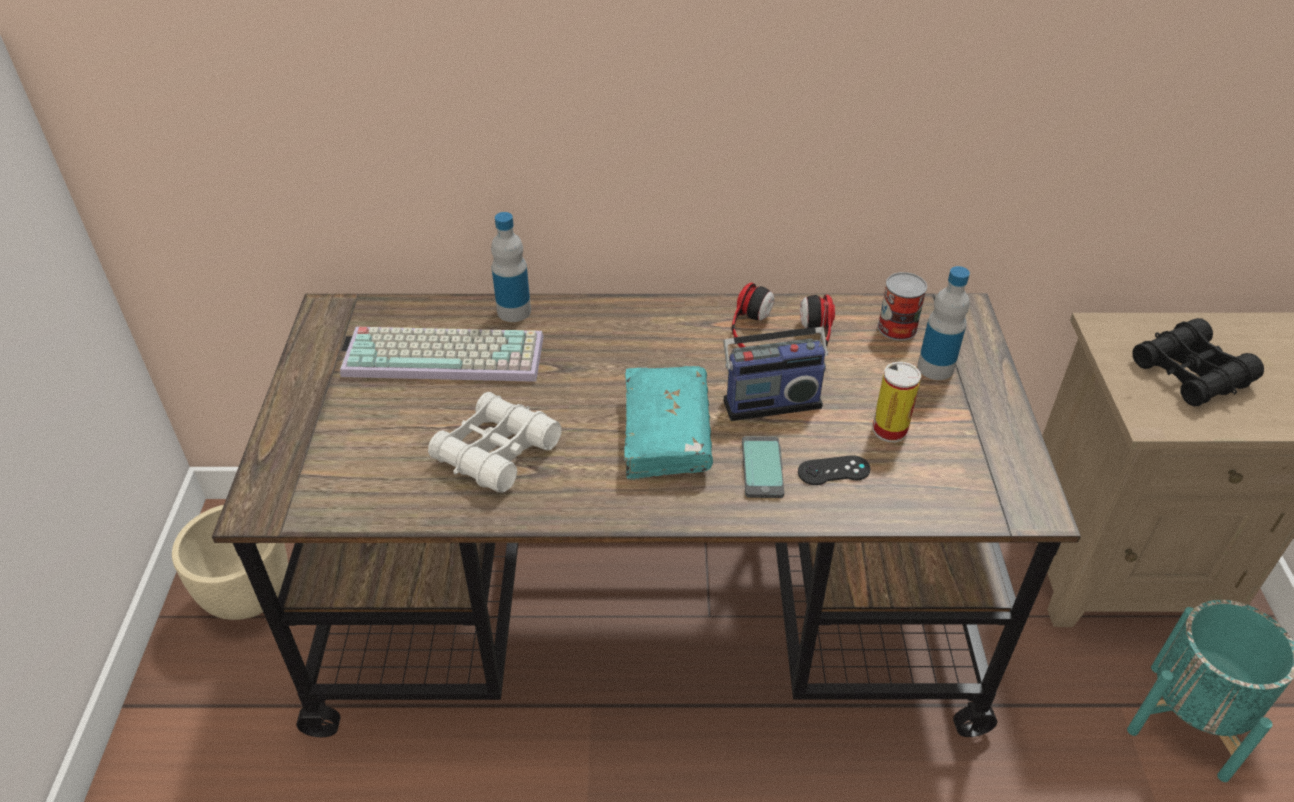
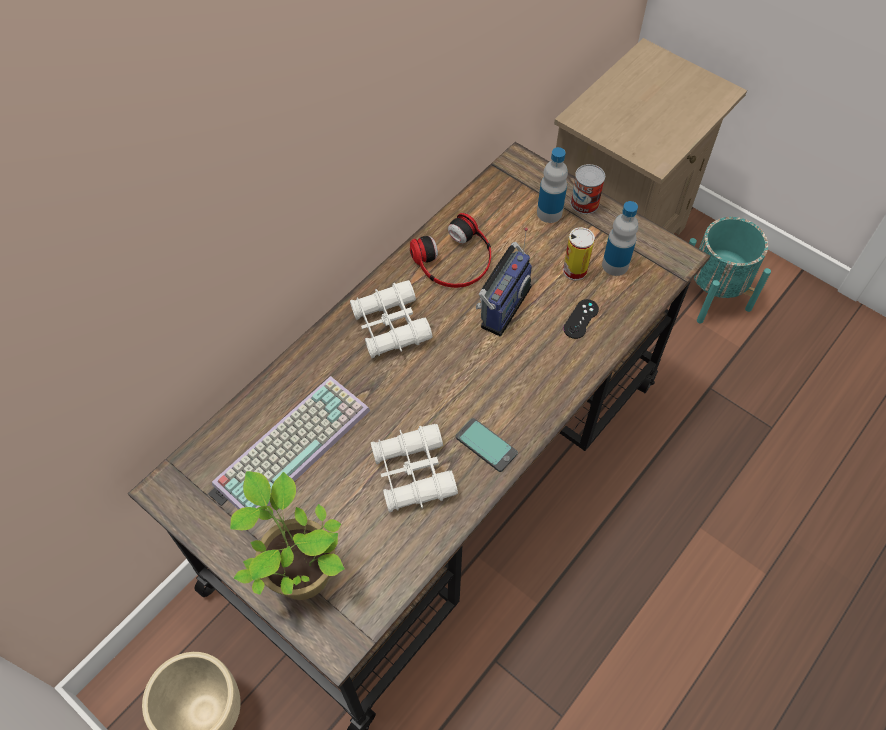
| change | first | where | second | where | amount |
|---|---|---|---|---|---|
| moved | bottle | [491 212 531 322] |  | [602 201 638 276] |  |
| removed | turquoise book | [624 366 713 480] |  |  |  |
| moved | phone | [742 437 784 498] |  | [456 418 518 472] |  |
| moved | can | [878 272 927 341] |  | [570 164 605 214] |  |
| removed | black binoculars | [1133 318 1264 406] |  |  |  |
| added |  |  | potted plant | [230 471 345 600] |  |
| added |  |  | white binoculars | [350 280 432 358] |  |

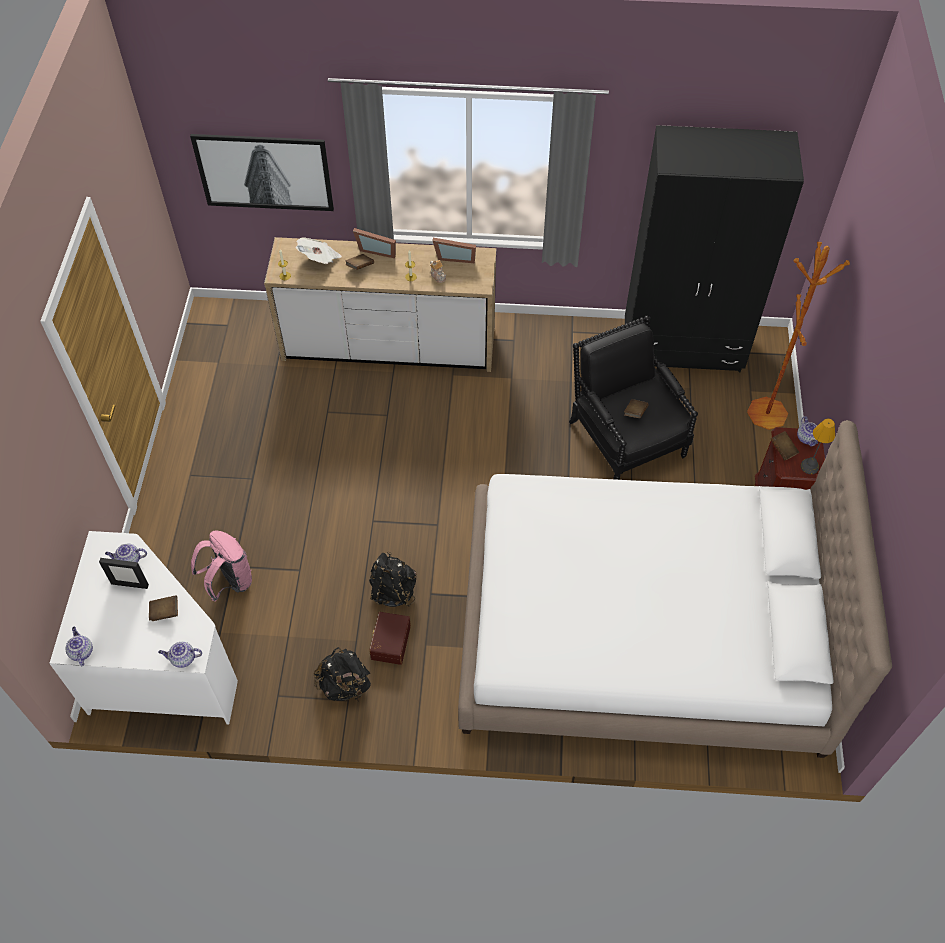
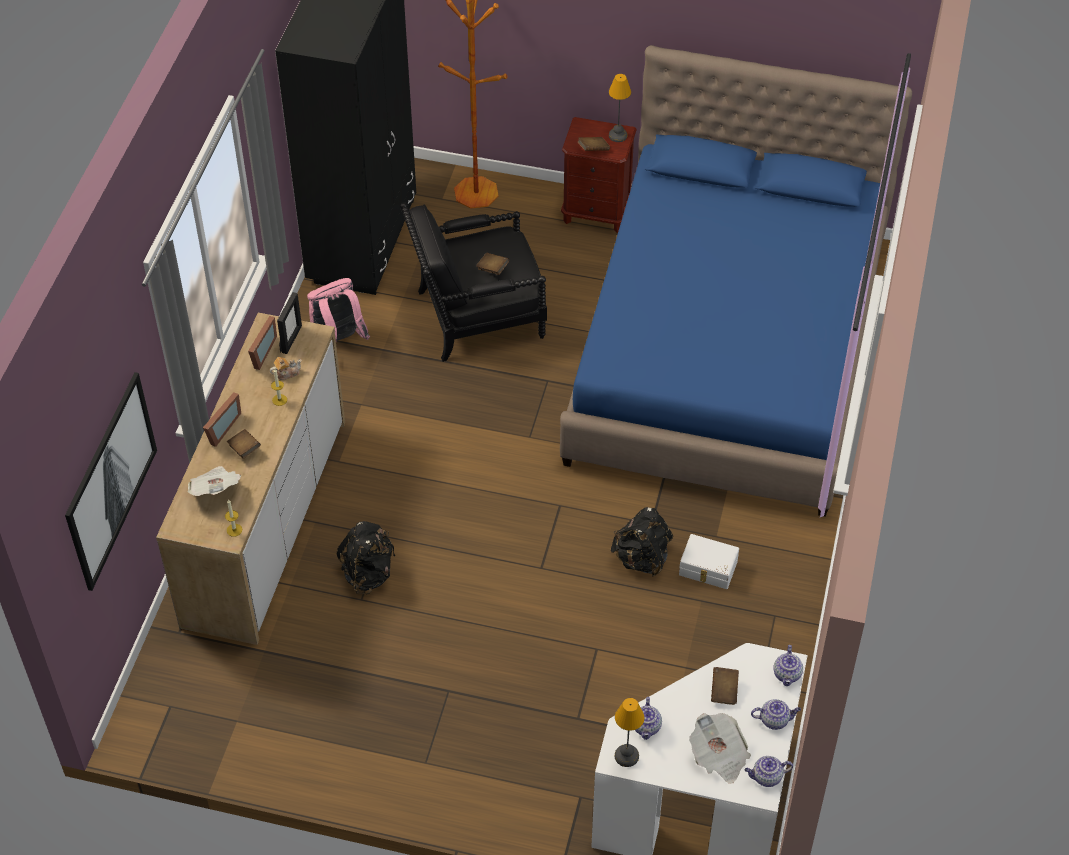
| change | first | where | second | where | amount |
|---|---|---|---|---|---|
| moved | picture frame | [99 558 149 589] |  | [277 292 302 354] |  |
| moved | pink backpack | [191 530 252 602] |  | [307 278 370 342] |  |
| moved | black backpack | [313 647 371 701] |  | [336 521 395 594] |  |
| recoloured | brown storage box | [369 612 411 665] | white storage box | [679 534 739 589] |  |
| recoloured | white bed | [458 420 892 758] | blue bed | [560 45 912 517] |  |
| moved | teapot | [797 416 818 446] |  | [751 699 801 730] |  |
| added |  |  | table lamp | [615 698 645 767] |  |
| added |  |  | newspaper | [689 713 751 784] |  |

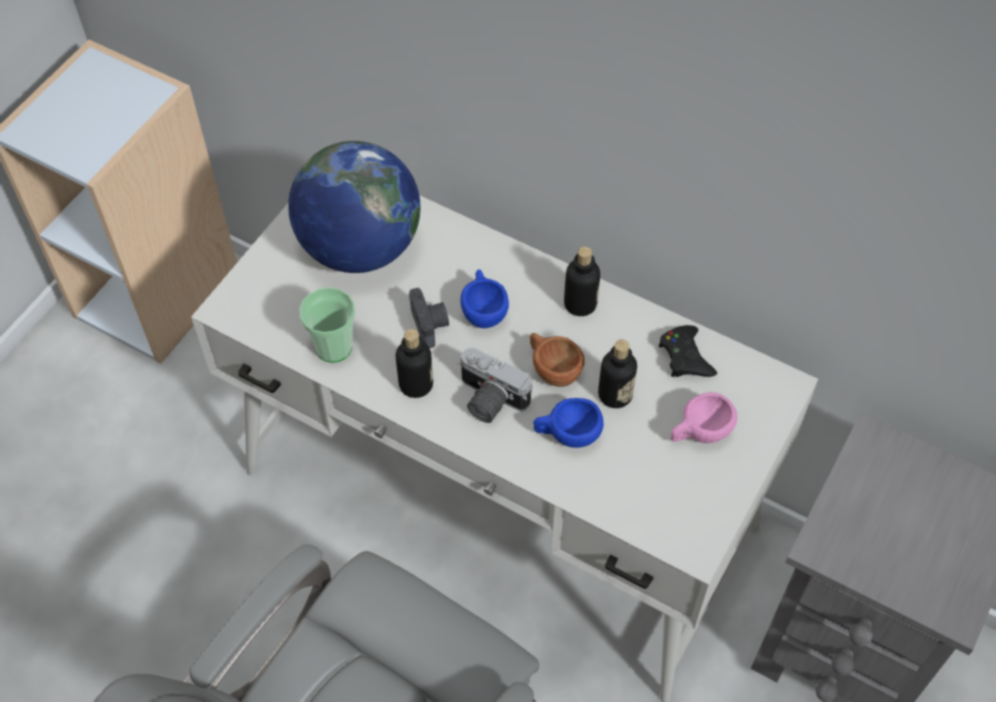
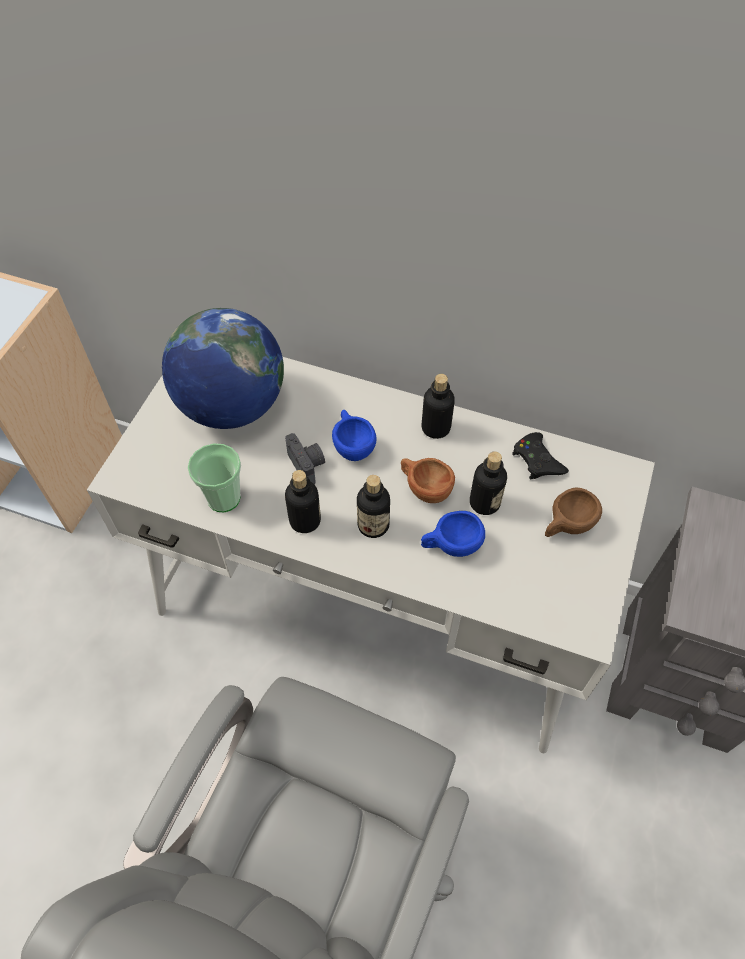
| change | first | where | second | where | amount |
|---|---|---|---|---|---|
| replaced | photo camera | [457 348 533 423] | bottle | [357 475 390 538] |  |
| recoloured | pink cup | [671 392 737 443] | brown cup | [545 488 602 537] |  |

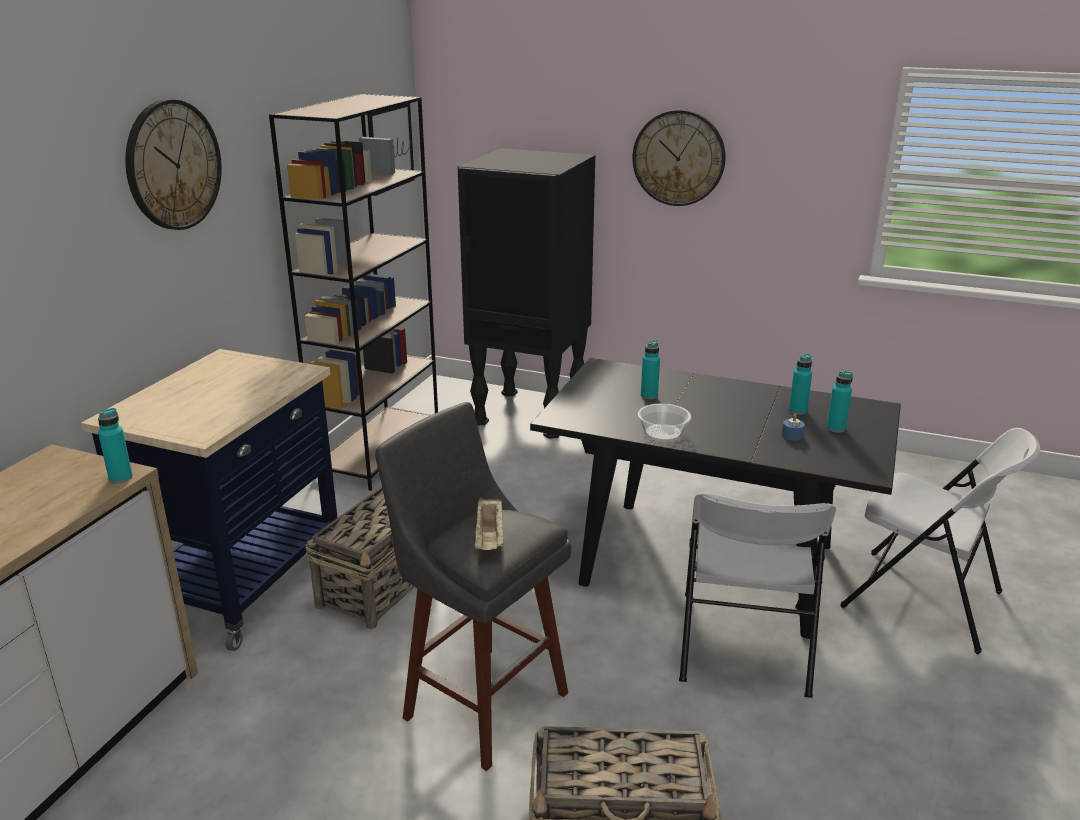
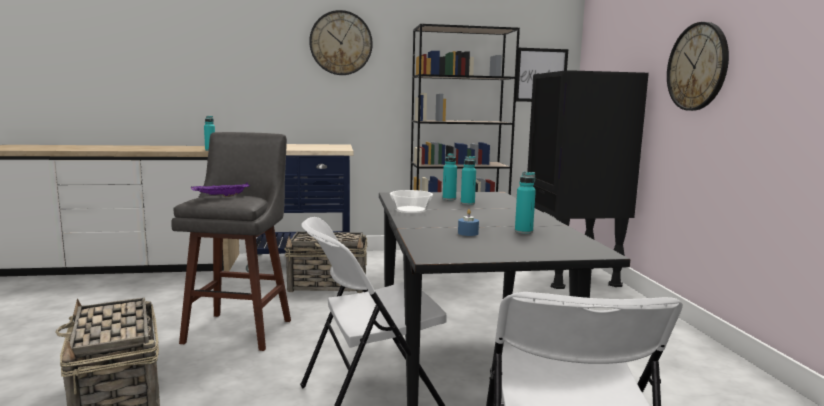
| change | first | where | second | where | amount |
|---|---|---|---|---|---|
| recoloured | beige tray | [475 498 504 550] | purple tray | [191 183 250 197] |  |
| moved | turquoise bottle | [827 371 853 433] |  | [443 153 457 200] |  |

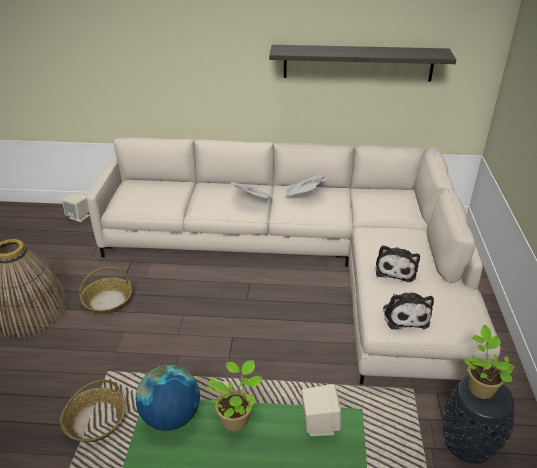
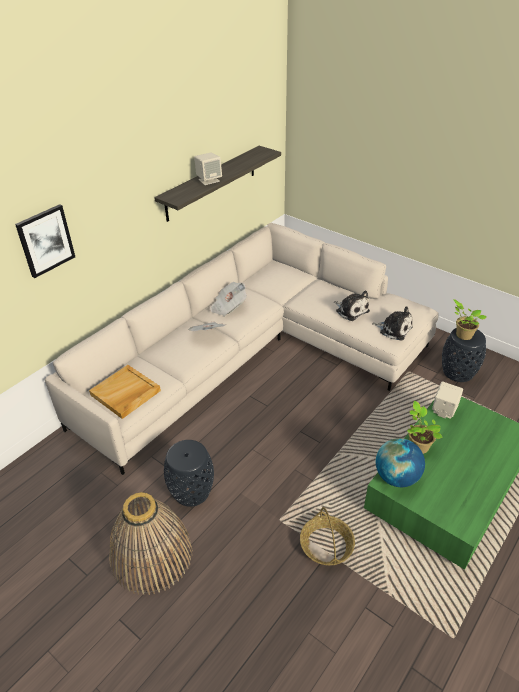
| change | first | where | second | where | amount |
|---|---|---|---|---|---|
| moved | beige speaker | [62 193 89 222] |  | [194 152 222 185] |  |
| replaced | basket | [79 267 132 314] | black stool | [164 440 214 507] |  |
| added |  |  | picture | [15 204 75 278] |  |
| added |  |  | beige tray | [89 365 161 419] |  |

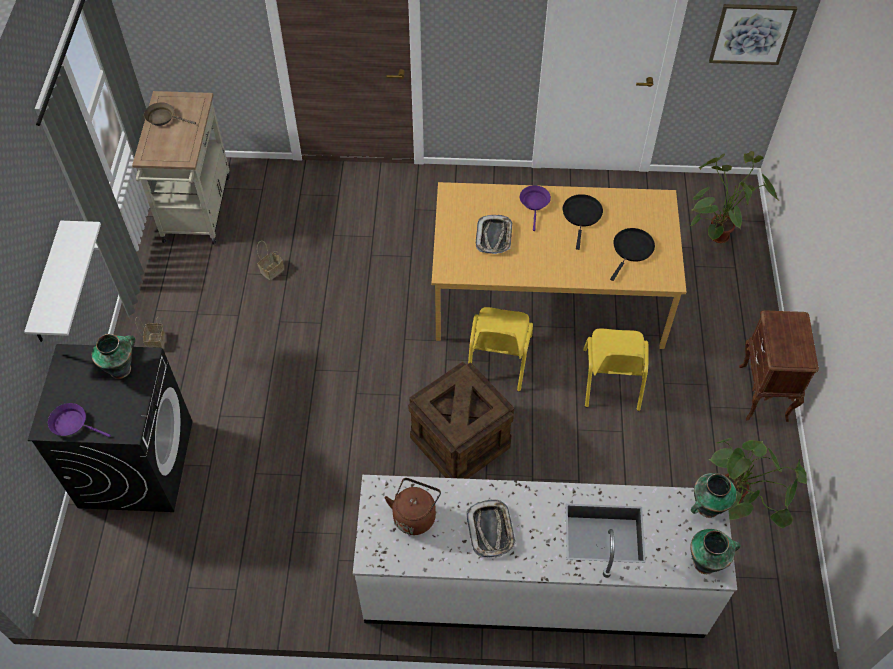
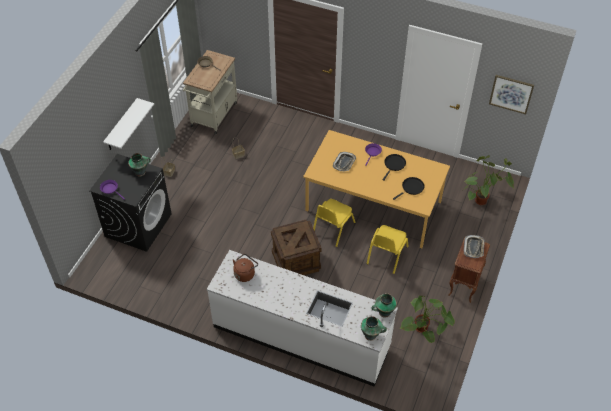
| change | first | where | second | where | amount |
|---|---|---|---|---|---|
| moved | tray | [467 499 516 557] |  | [464 235 485 258] |  |

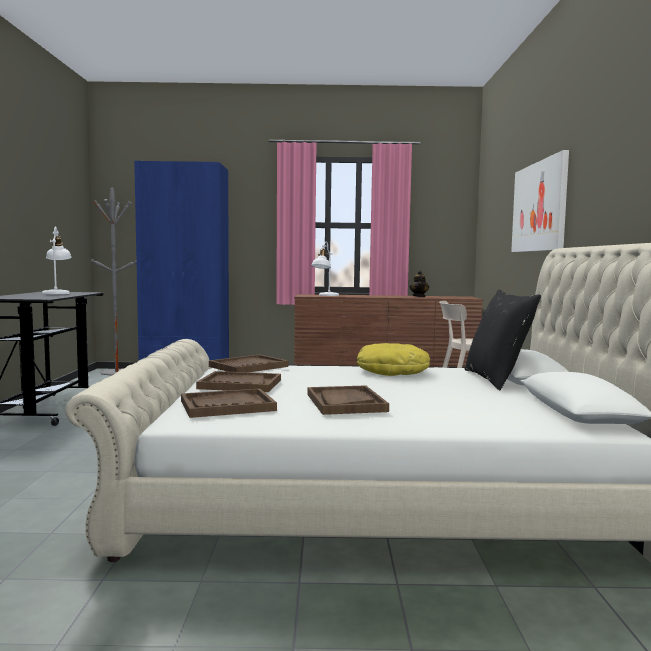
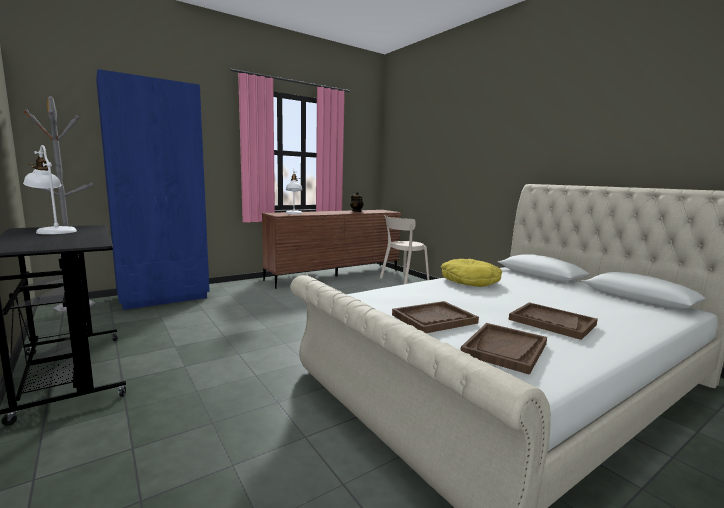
| change | first | where | second | where | amount |
|---|---|---|---|---|---|
| removed | brown tray | [209 354 288 372] |  |  |  |
| removed | black pillow | [465 290 541 390] |  |  |  |
| removed | picture | [511 150 569 252] |  |  |  |

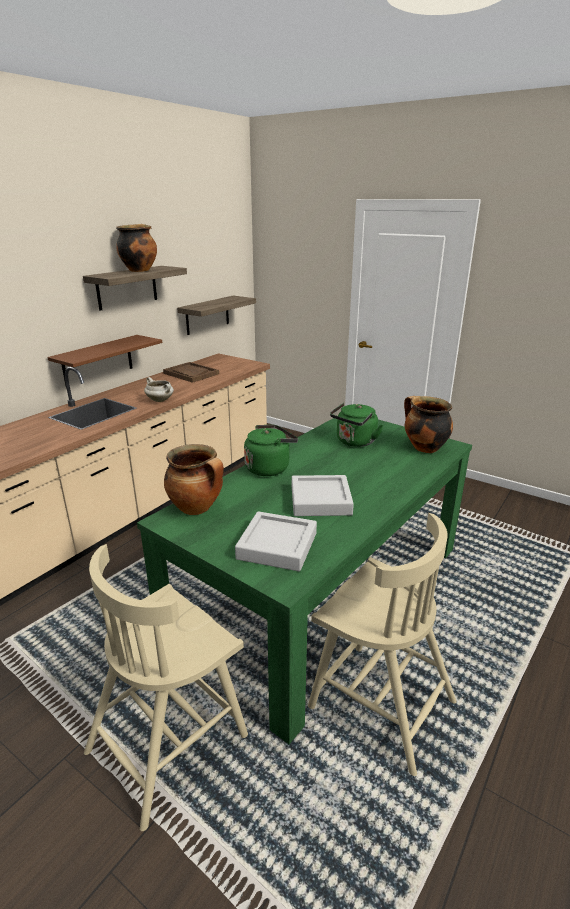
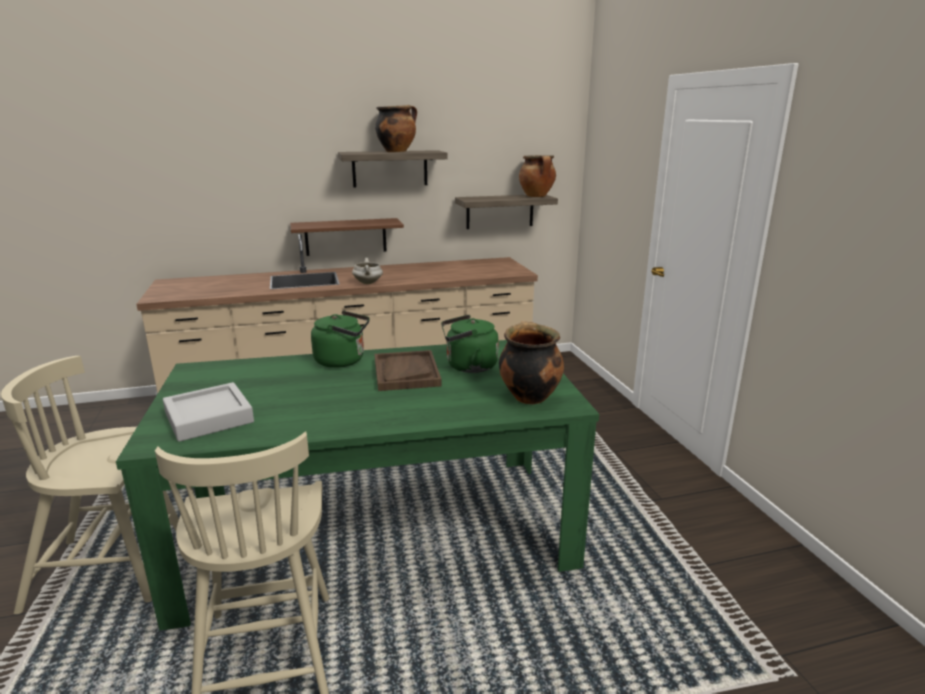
| change | first | where | second | where | amount |
|---|---|---|---|---|---|
| moved | brown tray | [163 362 219 383] |  | [375 350 442 391] |  |
| moved | cooking pot | [164 444 224 515] |  | [519 155 556 197] |  |
| removed | grey tray | [292 475 354 516] |  |  |  |

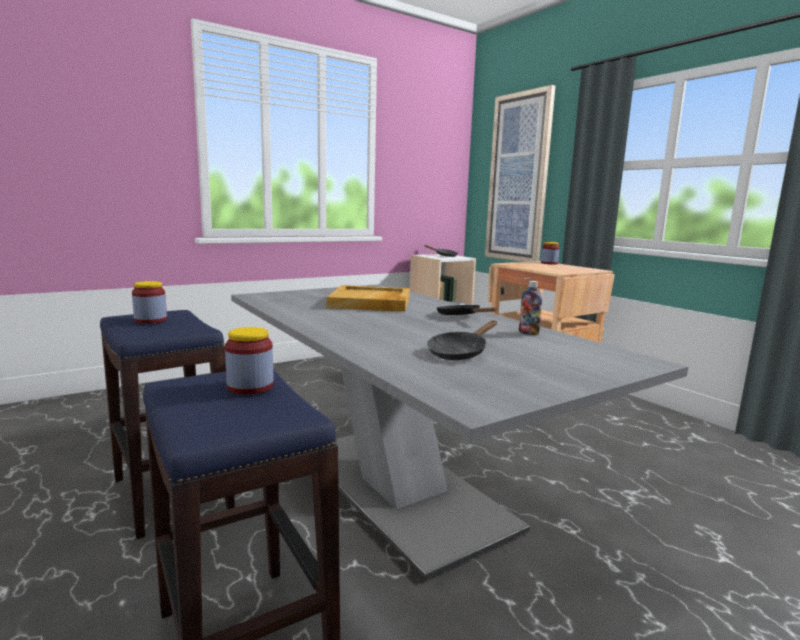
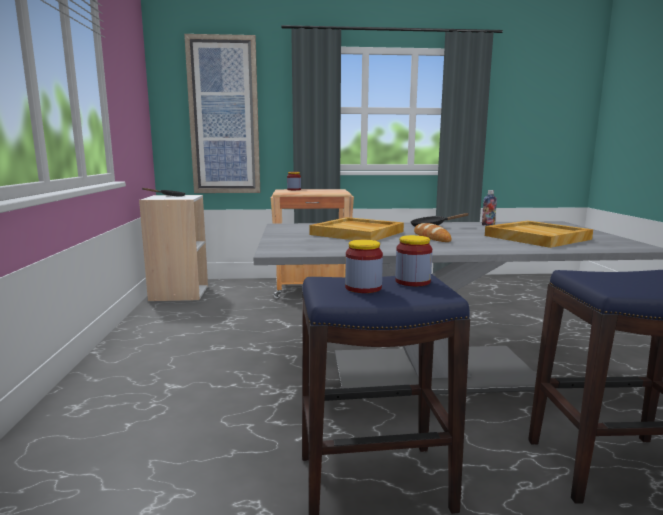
| change | first | where | second | where | amount |
|---|---|---|---|---|---|
| moved | jar | [225 327 274 395] |  | [395 235 432 286] |  |
| replaced | black frying pan | [427 321 497 360] | beige tray | [485 221 593 248] |  |
| added |  |  | bread | [414 223 451 242] |  |

